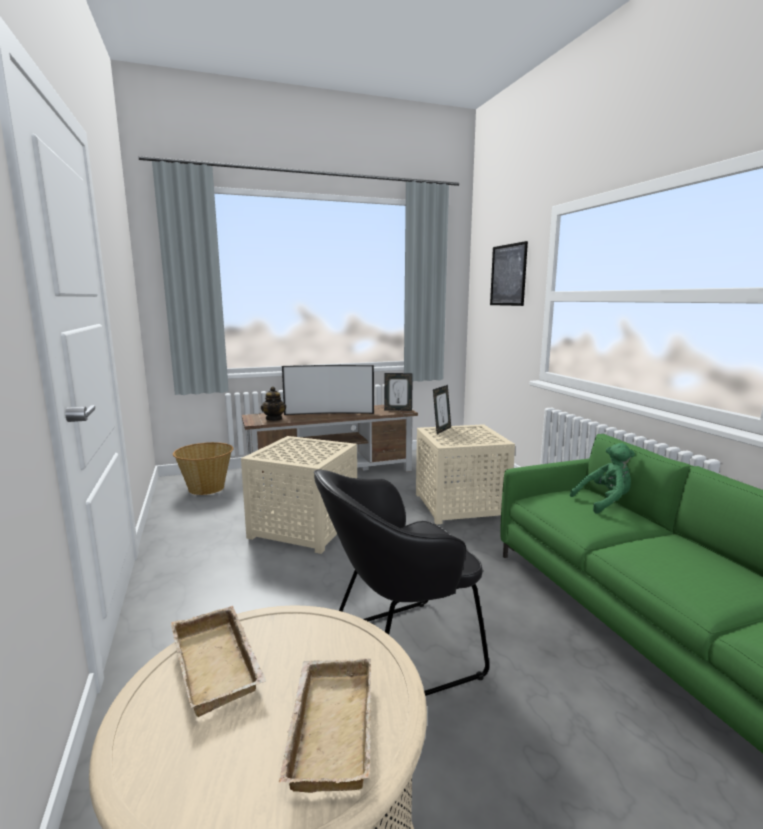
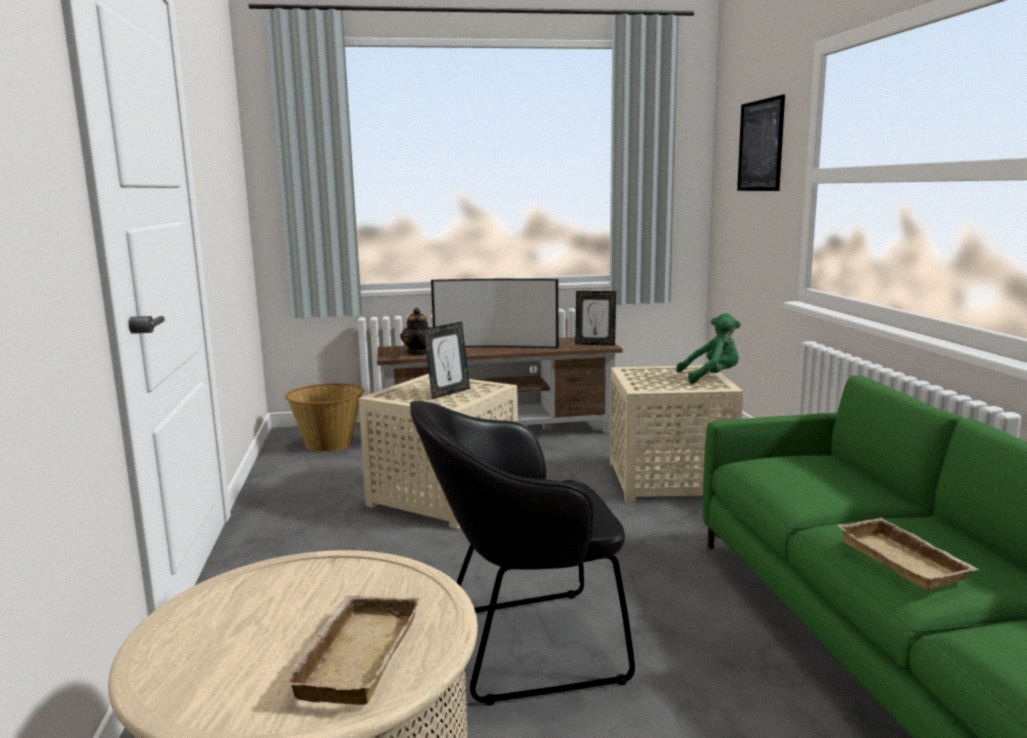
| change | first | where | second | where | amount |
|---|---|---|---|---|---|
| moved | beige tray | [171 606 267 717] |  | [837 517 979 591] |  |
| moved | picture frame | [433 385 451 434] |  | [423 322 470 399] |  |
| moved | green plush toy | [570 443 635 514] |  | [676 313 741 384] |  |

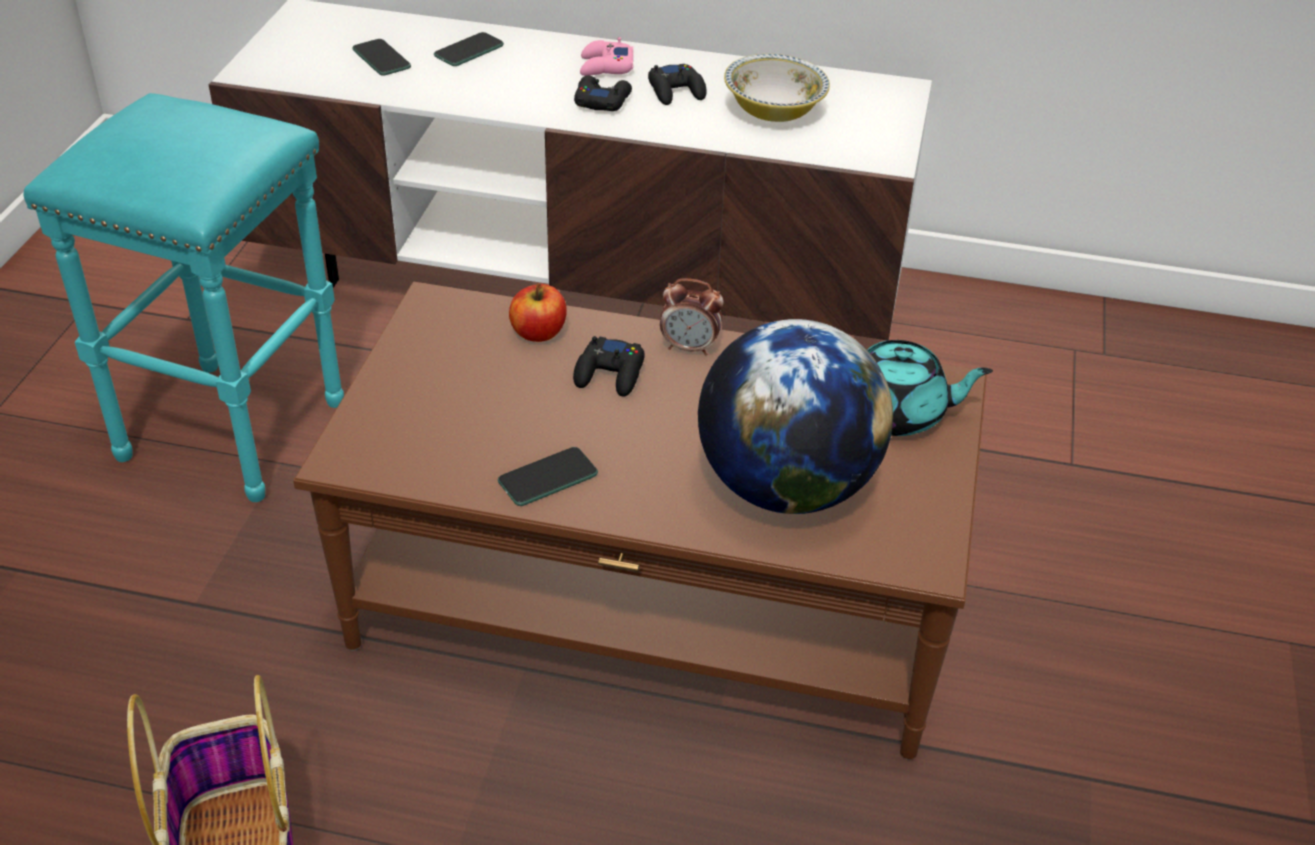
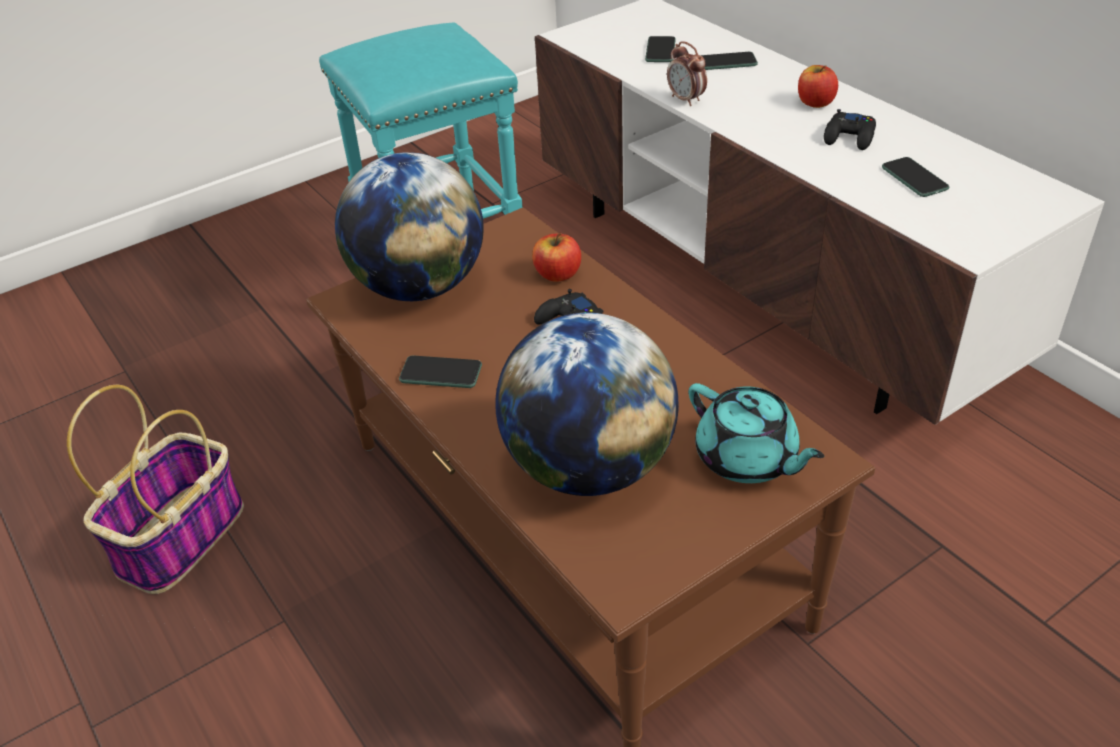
| change | first | where | second | where | amount |
|---|---|---|---|---|---|
| removed | black game controller | [574 76 632 111] |  |  |  |
| replaced | pink game controller | [580 37 633 76] | apple | [798 65 838 108] |  |
| moved | alarm clock | [660 278 724 356] |  | [667 41 707 106] |  |
| replaced | bowl | [724 54 830 122] | phone | [882 157 949 197] |  |
| added |  |  | globe | [335 152 484 301] |  |

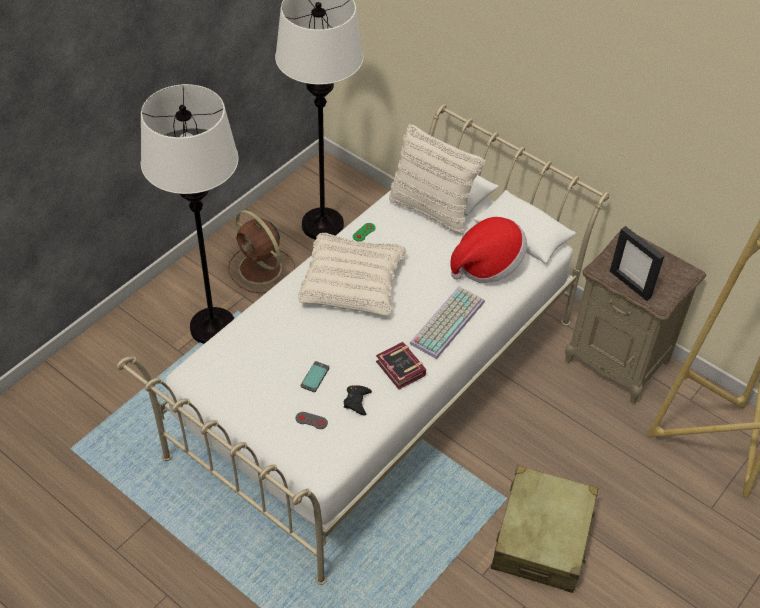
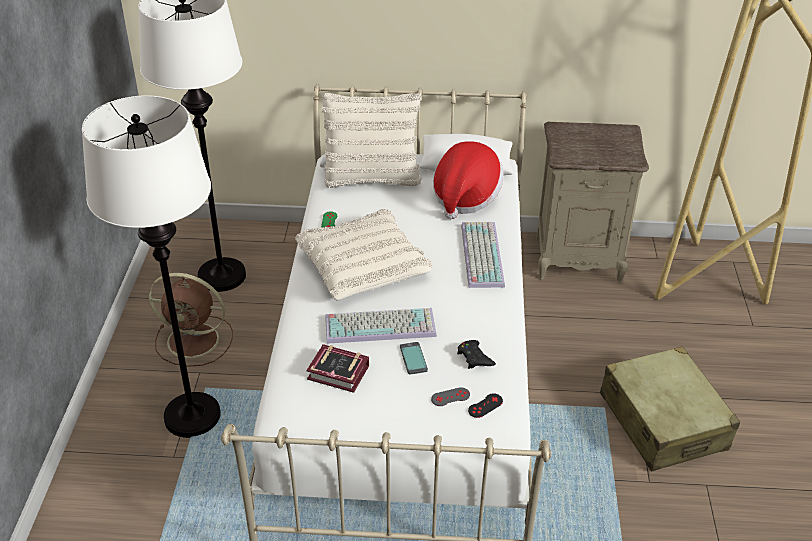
| change | first | where | second | where | amount |
|---|---|---|---|---|---|
| moved | book | [376 342 426 389] |  | [307 344 369 393] |  |
| removed | picture frame | [610 226 664 301] |  |  |  |
| added |  |  | keyboard | [325 308 437 344] |  |
| added |  |  | black game controller | [468 393 503 418] |  |

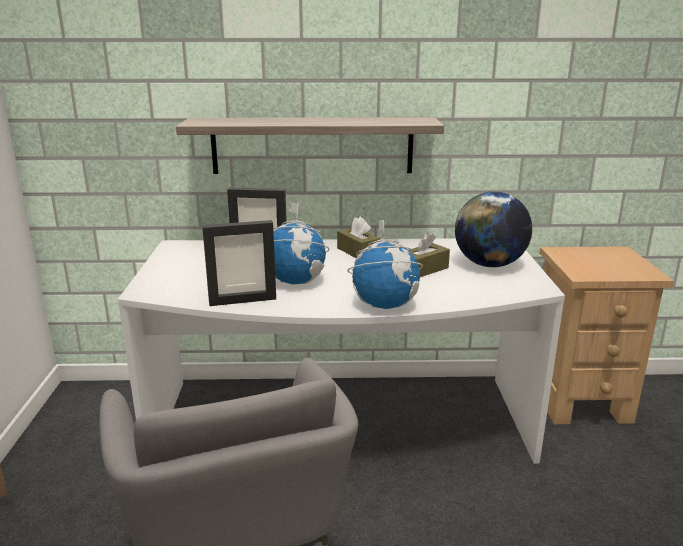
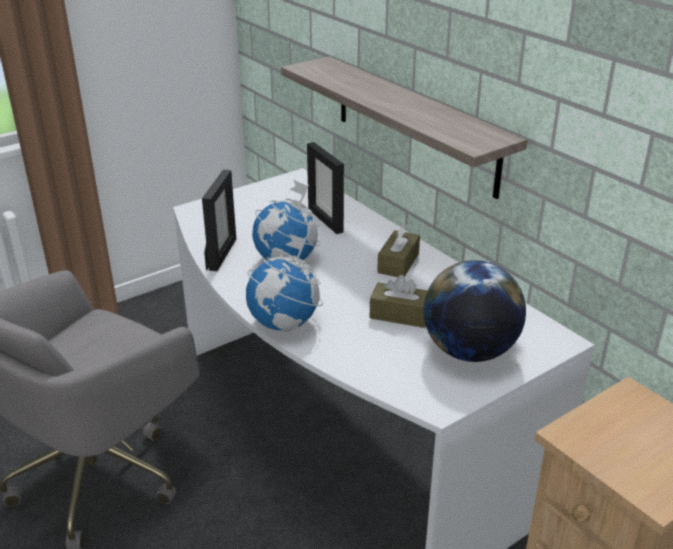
| change | first | where | second | where | amount |
|---|---|---|---|---|---|
| turned | picture frame | [202 220 276 306] |  | [202 170 236 271] | 120 degrees counterclockwise |

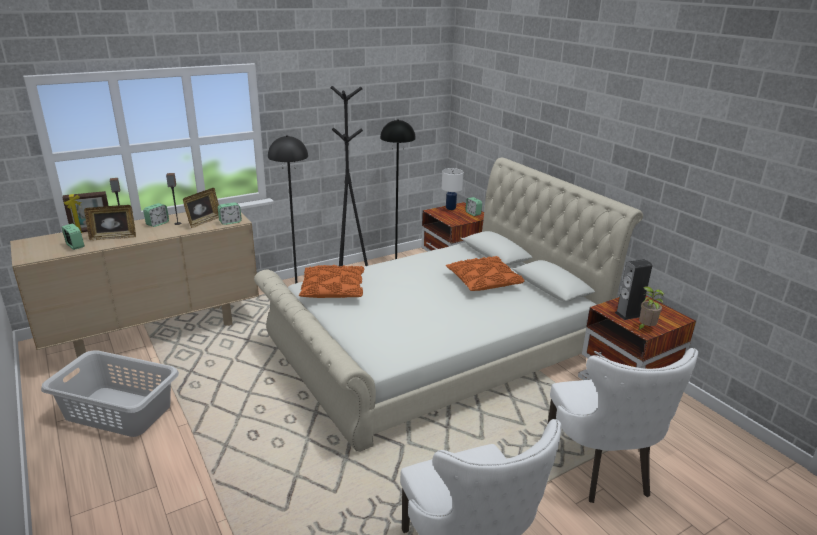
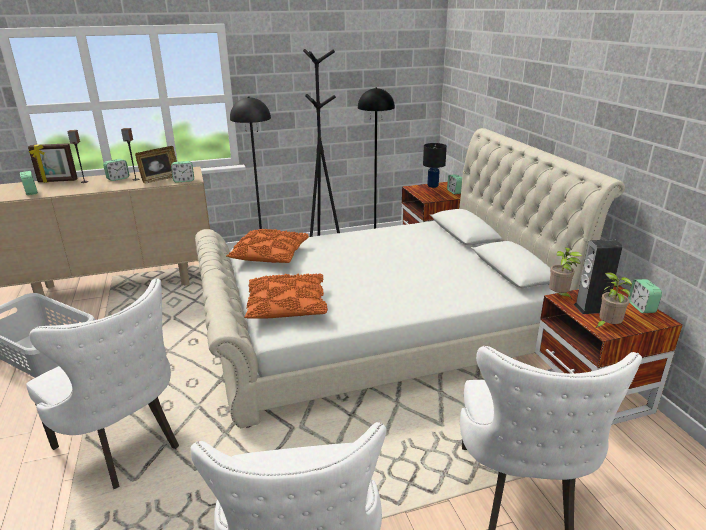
| change | first | where | second | where | amount |
|---|---|---|---|---|---|
| removed | picture frame | [84 205 136 240] |  |  |  |
| recoloured | white table lamp | [442 168 464 210] | black table lamp | [423 143 447 188] |  |
| moved | orange pillow | [446 256 525 291] |  | [244 273 328 319] |  |
| added |  |  | white chair | [26 278 179 489] |  |
| added |  |  | potted plant | [549 247 582 300] |  |
| added |  |  | alarm clock | [628 279 662 313] |  |

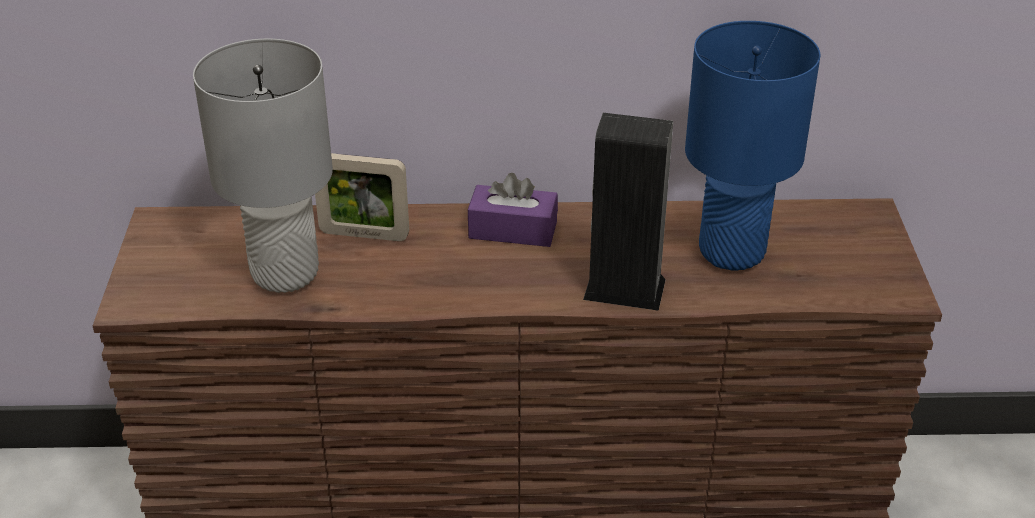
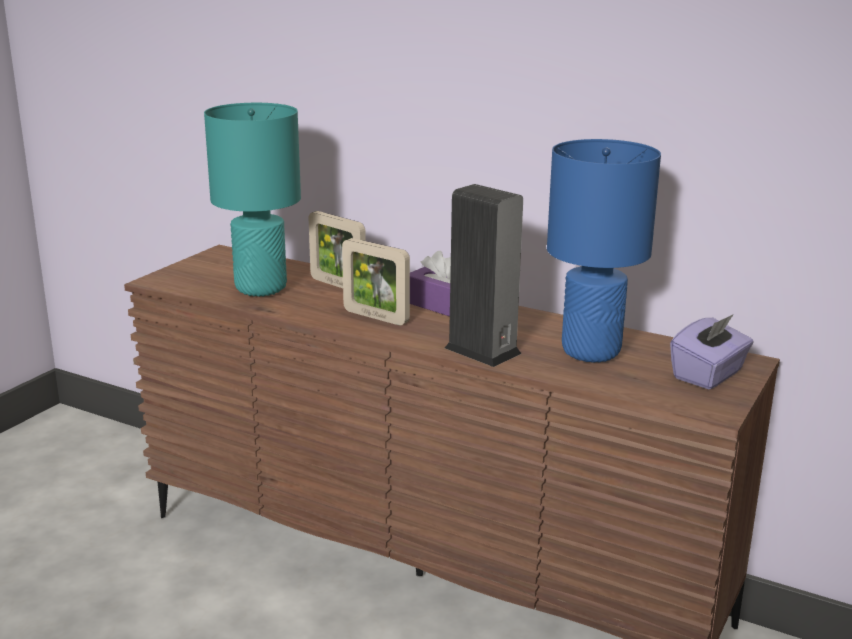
| change | first | where | second | where | amount |
|---|---|---|---|---|---|
| recoloured | grey table lamp | [193 39 333 293] | turquoise table lamp | [204 103 301 297] |  |
| added |  |  | picture frame | [342 238 410 325] |  |
| added |  |  | purple tissue box | [670 314 753 389] |  |

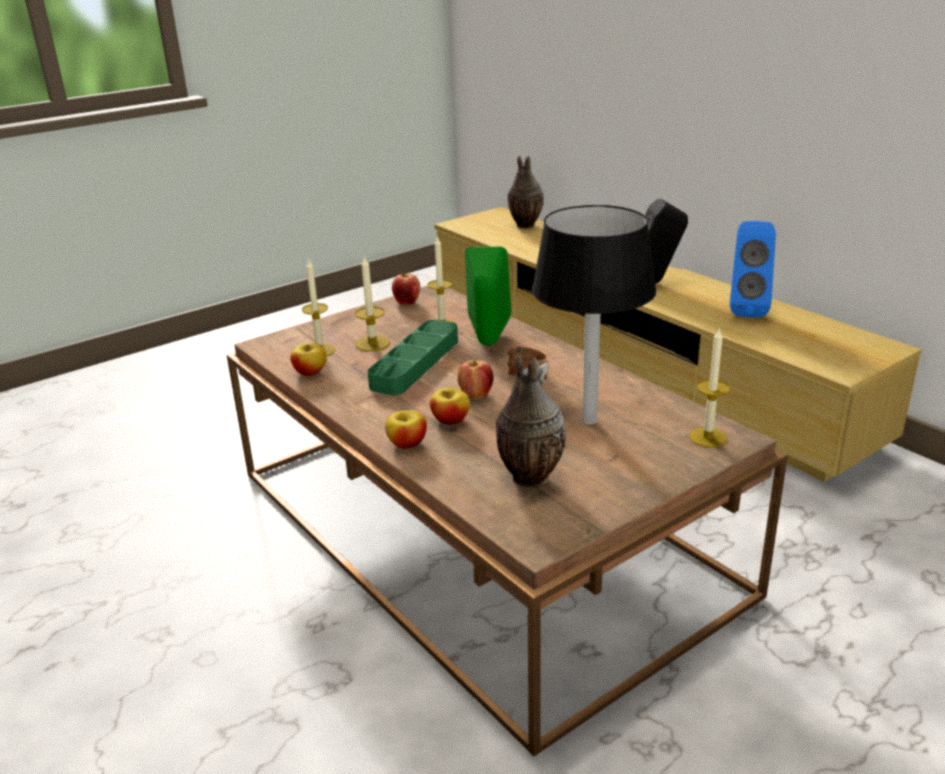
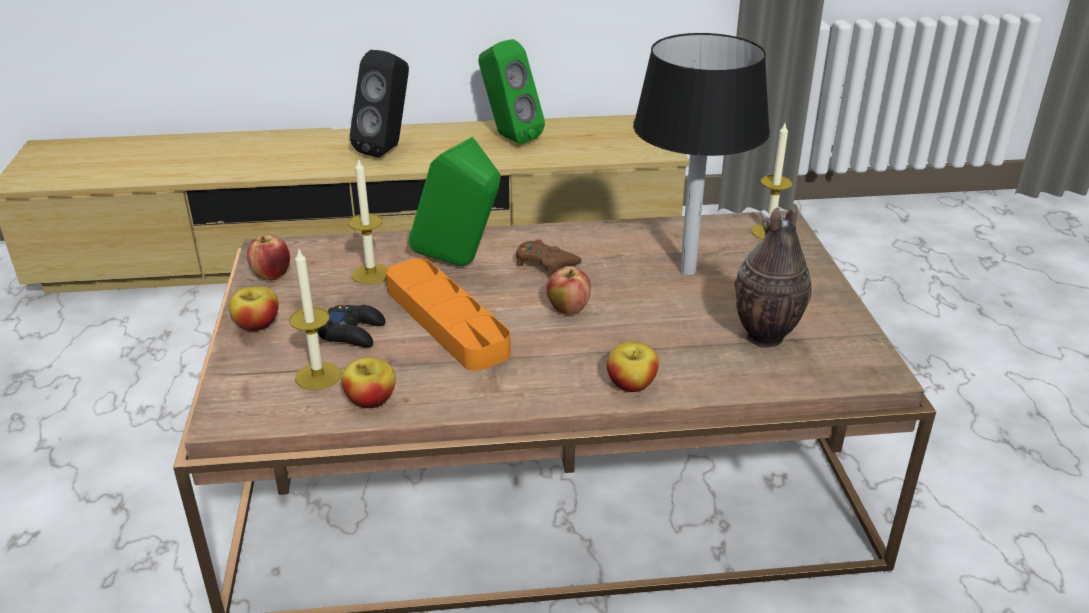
| change | first | where | second | where | amount |
|---|---|---|---|---|---|
| replaced | candle | [355 255 390 351] | black game controller | [318 305 385 347] |  |
| recoloured | green tray | [368 320 458 395] | orange tray | [386 258 511 371] |  |
| moved | apple | [430 388 470 425] |  | [229 287 278 331] |  |
| removed | vase | [508 156 544 228] |  |  |  |
| recoloured | blue speaker | [730 221 776 318] | green speaker | [478 39 545 144] |  |

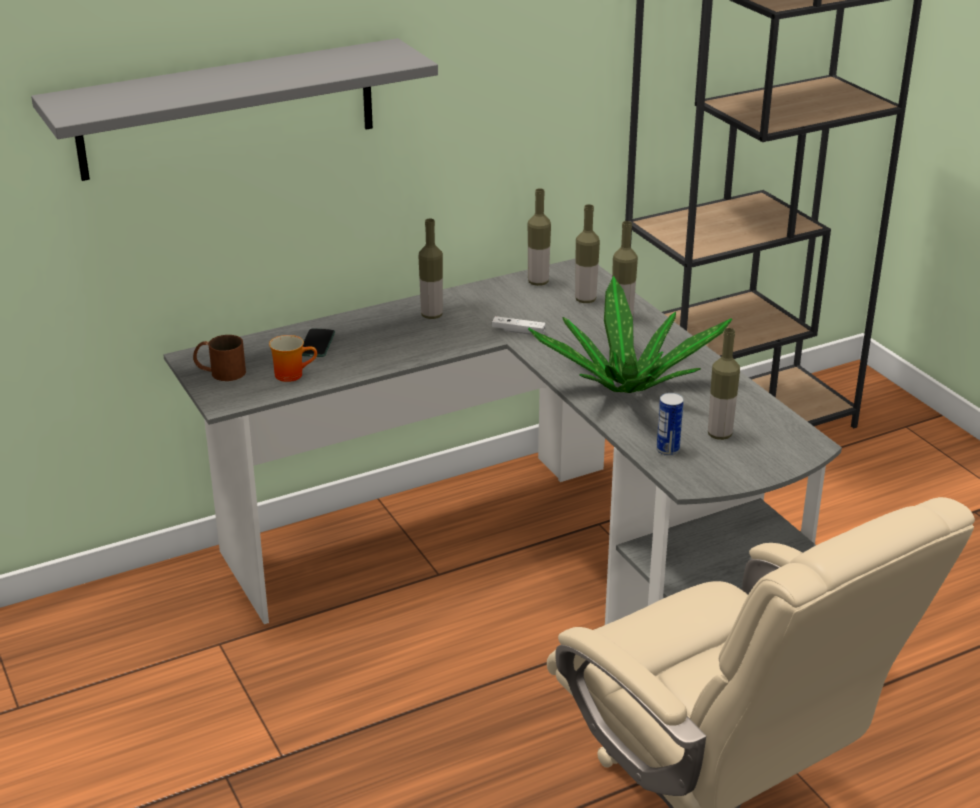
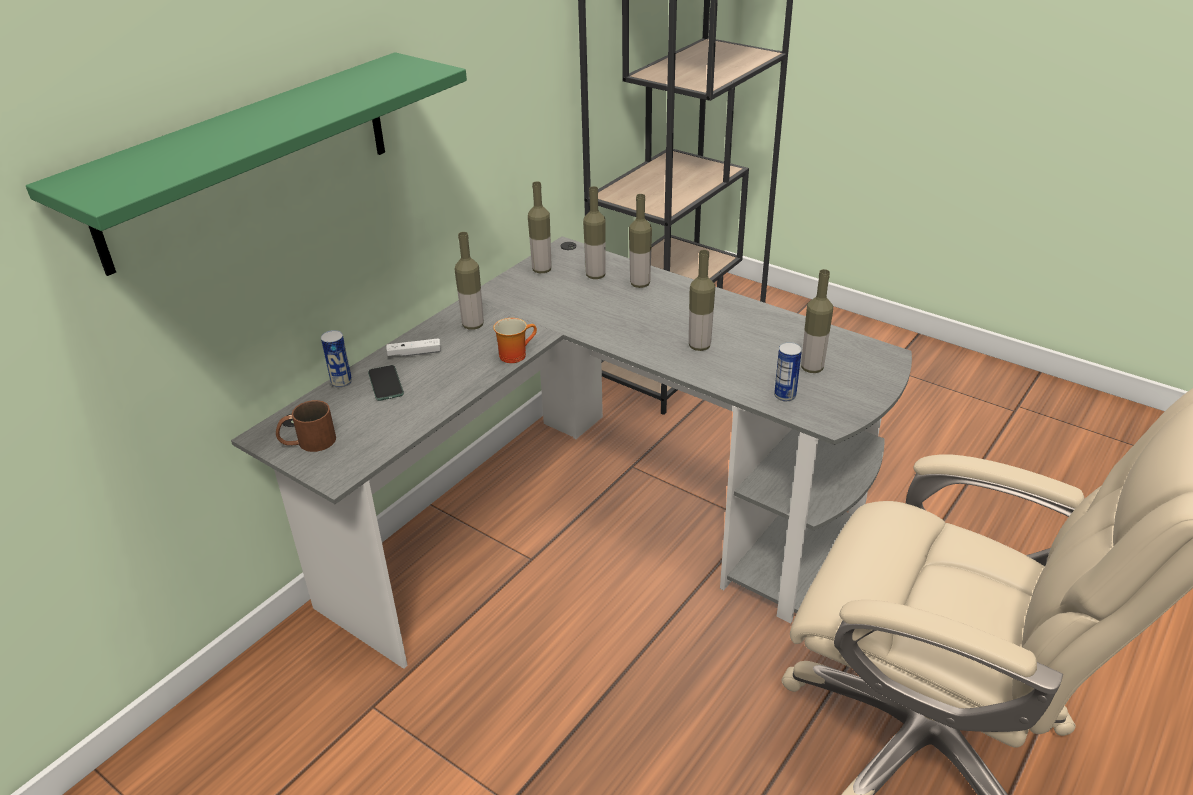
| change | first | where | second | where | amount |
|---|---|---|---|---|---|
| recoloured | grey shelf | [31 38 438 181] | green shelf | [26 52 467 276] |  |
| moved | mug | [269 335 317 382] |  | [493 318 537 363] |  |
| moved | white game controller | [492 316 546 335] |  | [386 338 441 357] |  |
| replaced | potted plant | [528 276 732 393] | bottle | [689 250 715 351] |  |
| added |  |  | can | [321 330 352 388] |  |

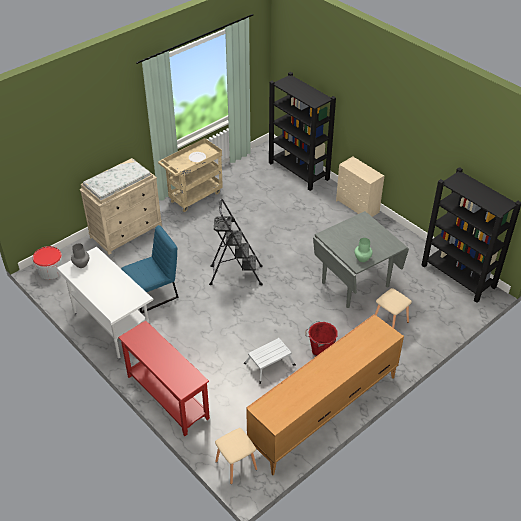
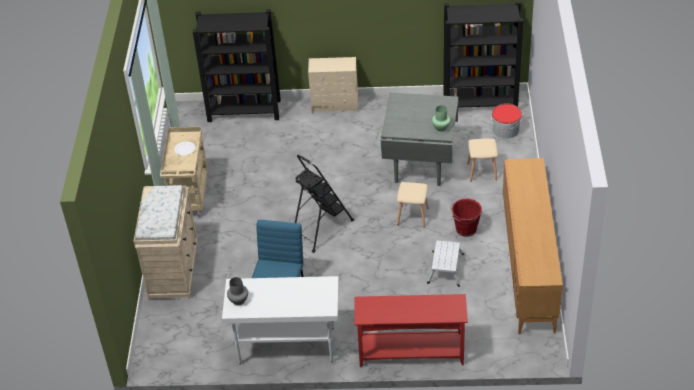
| change | first | where | second | where | amount |
|---|---|---|---|---|---|
| moved | bucket | [33 246 62 280] |  | [491 103 522 139] |  |
| moved | beige stool | [215 428 257 484] |  | [397 182 428 228] |  |

